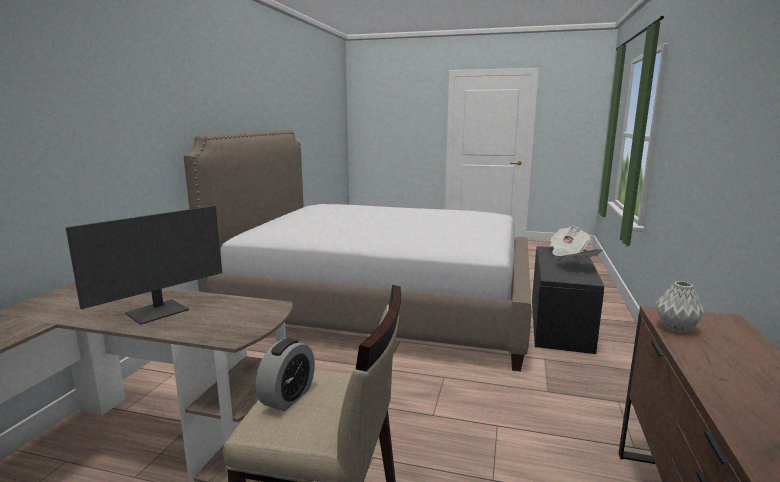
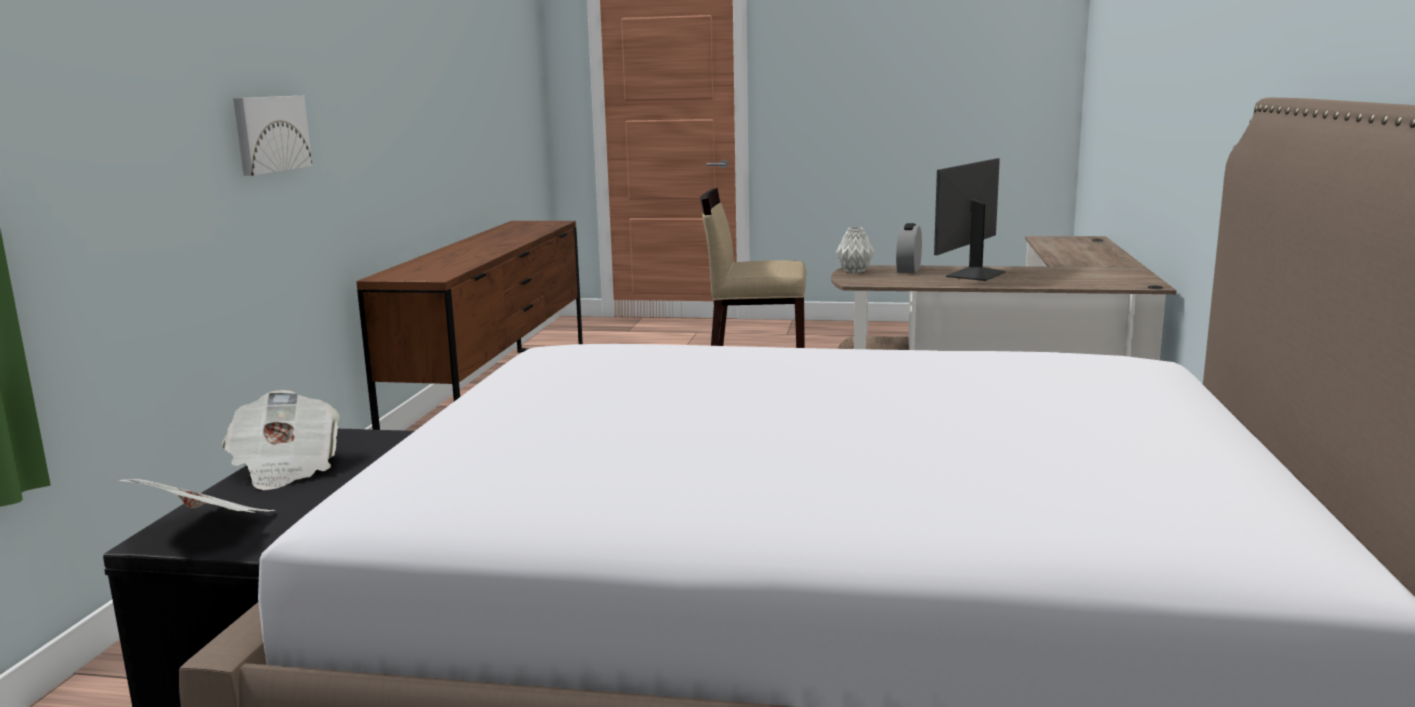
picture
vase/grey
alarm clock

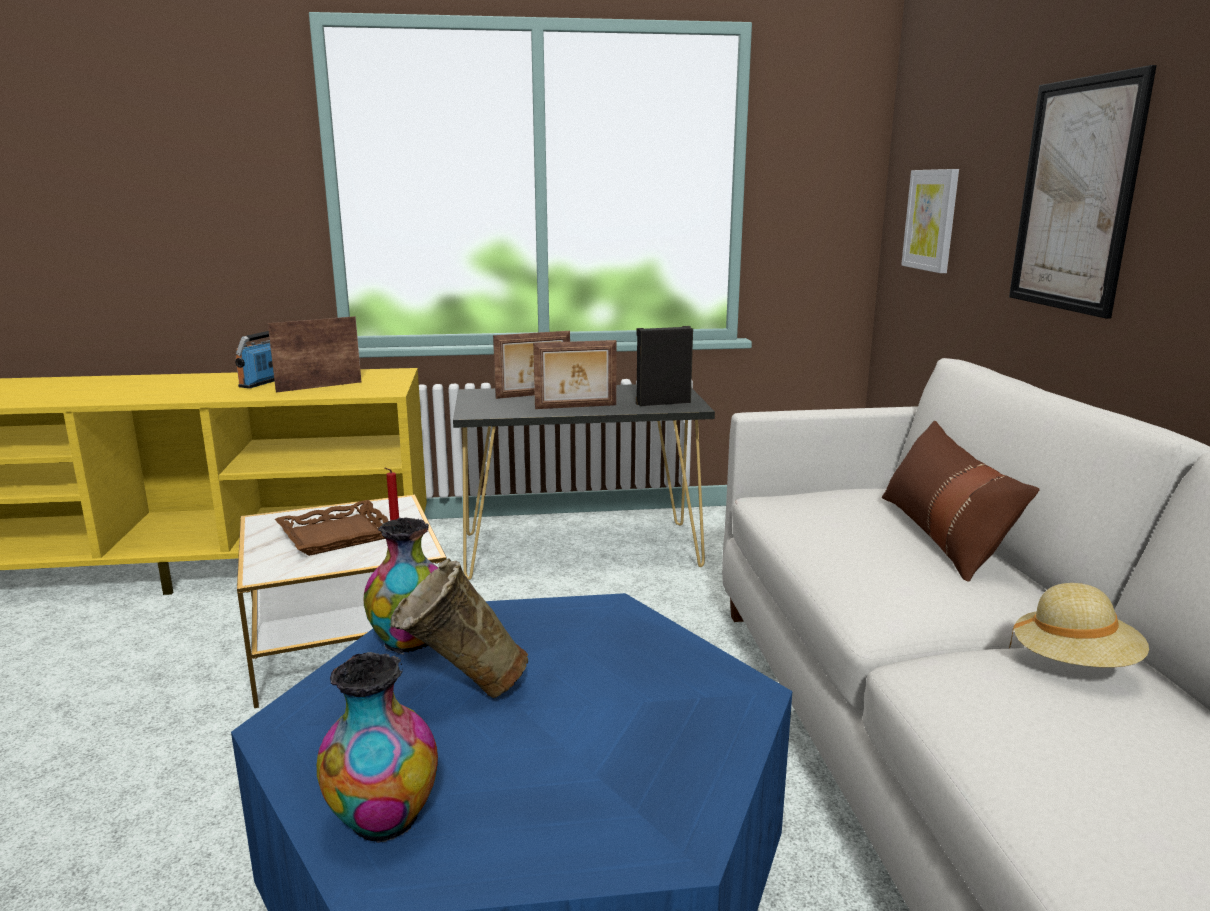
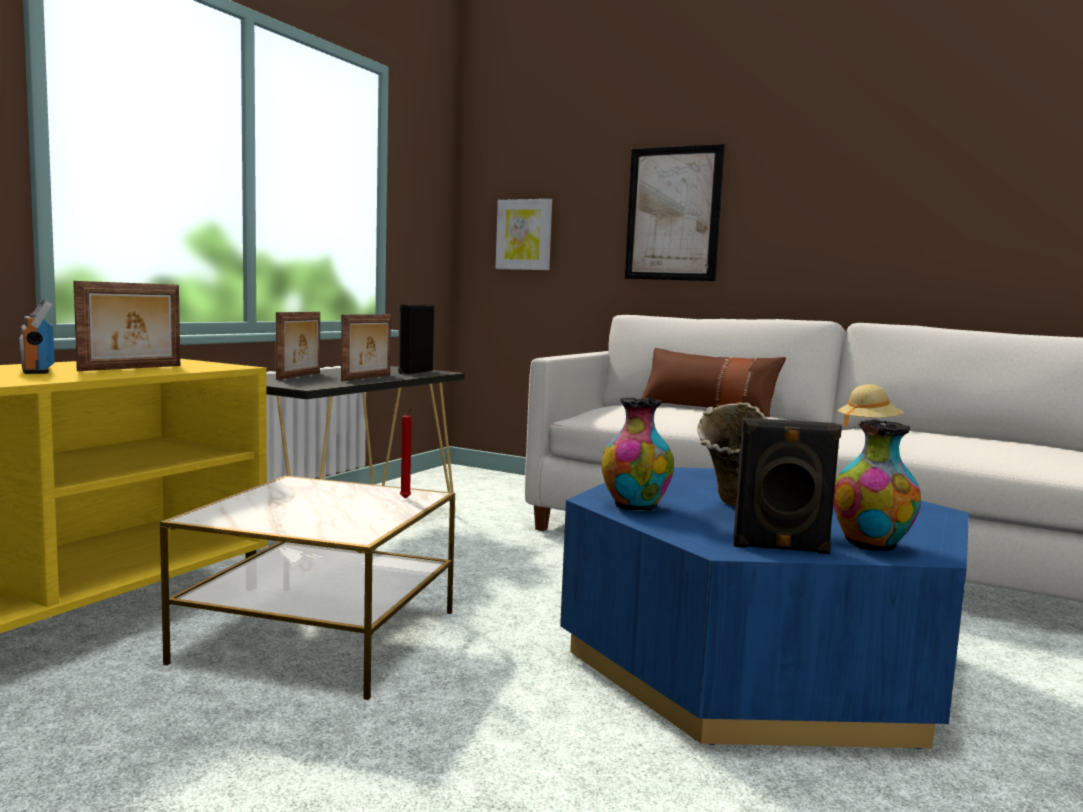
picture frame (no. 1 from left)
speaker/black (no. 2 from left)
tray/brown

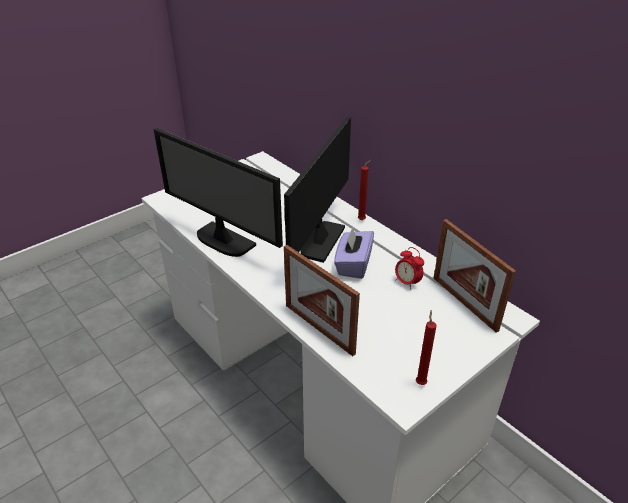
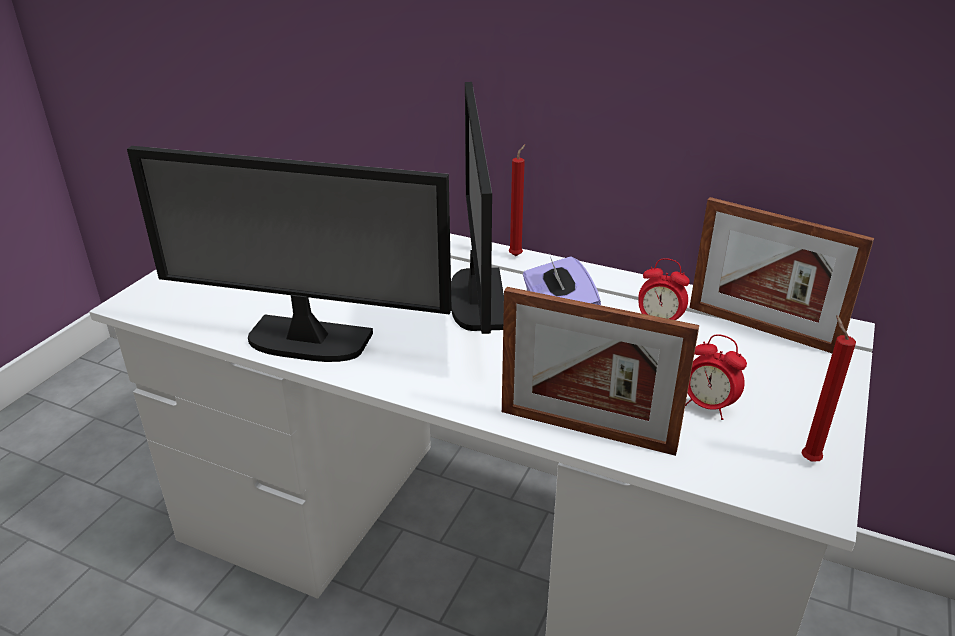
alarm clock (no. 2 from left)

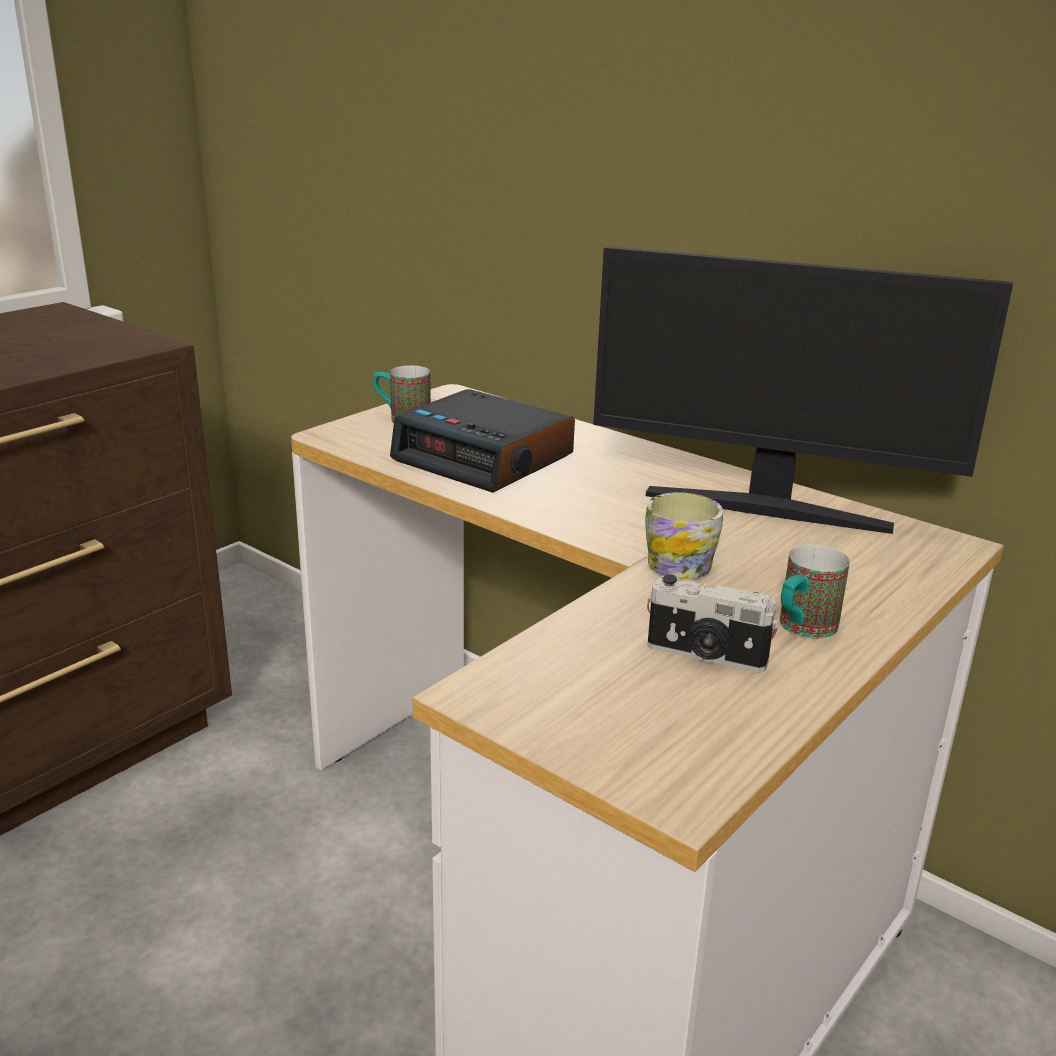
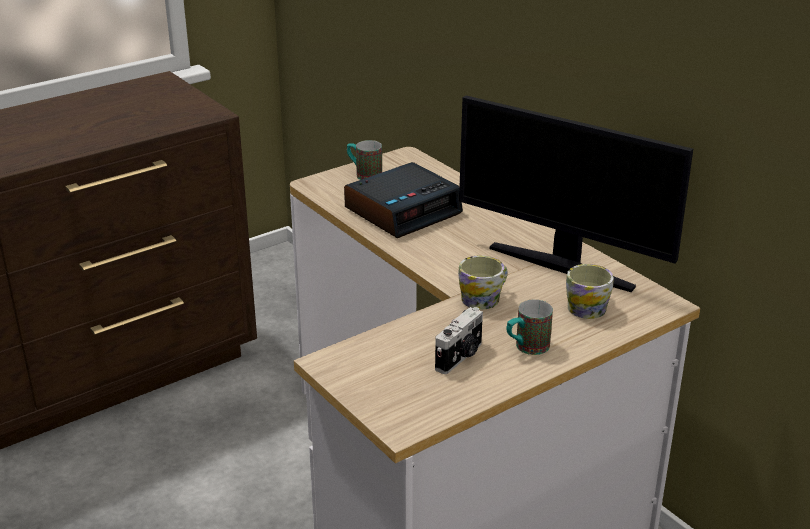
alarm clock
photo camera
mug (no. 4 from left)

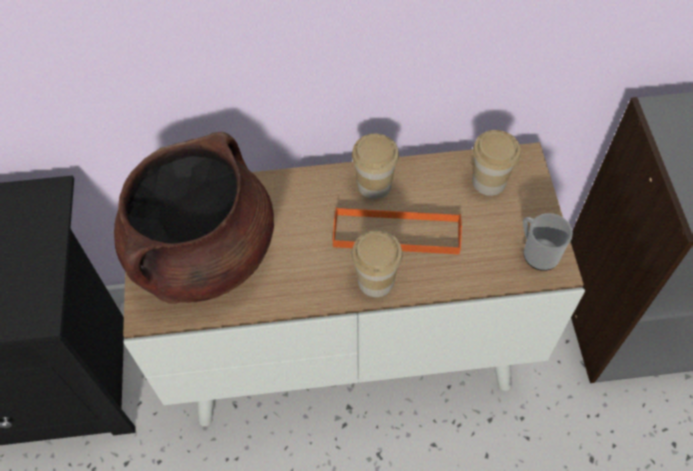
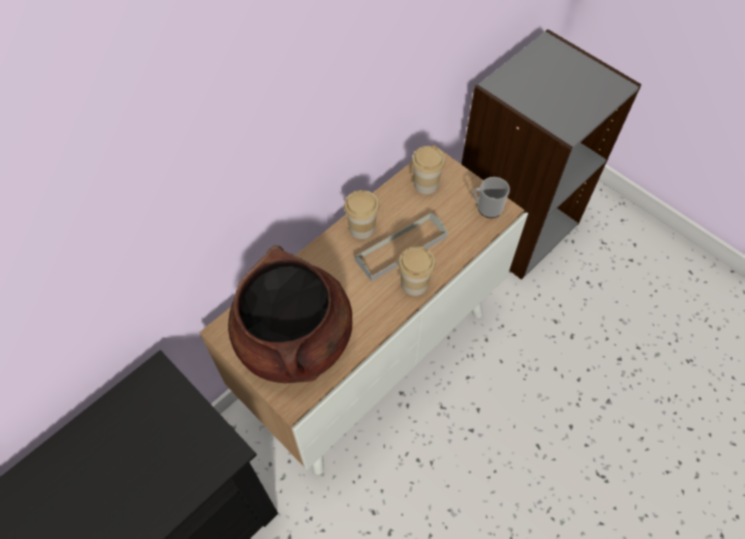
tray/grey

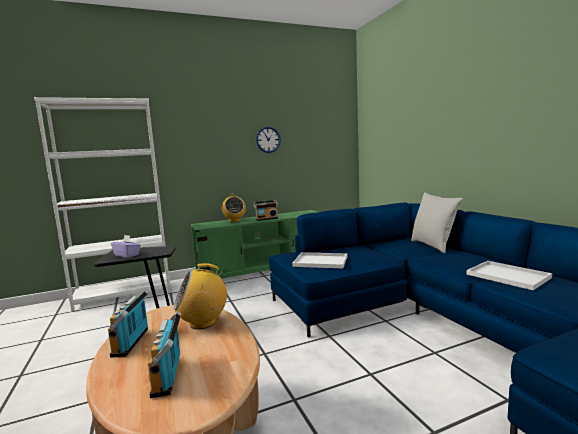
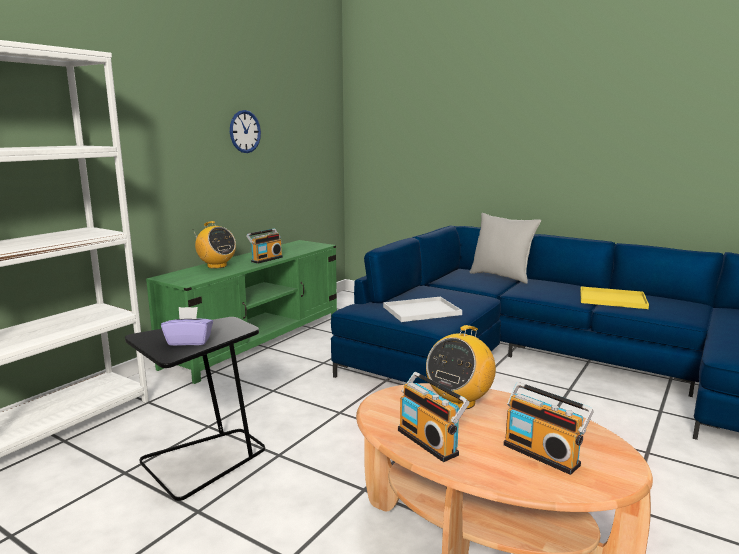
tray/yellow

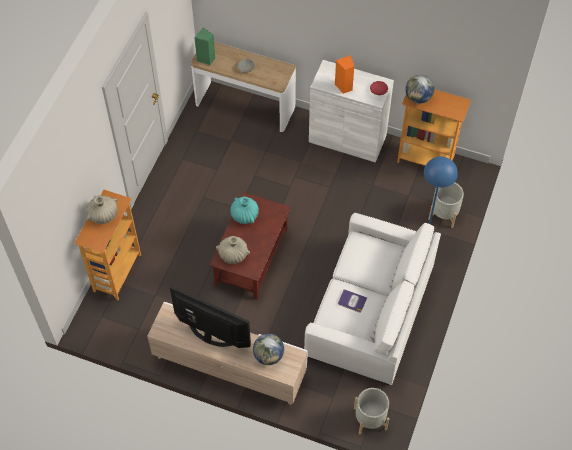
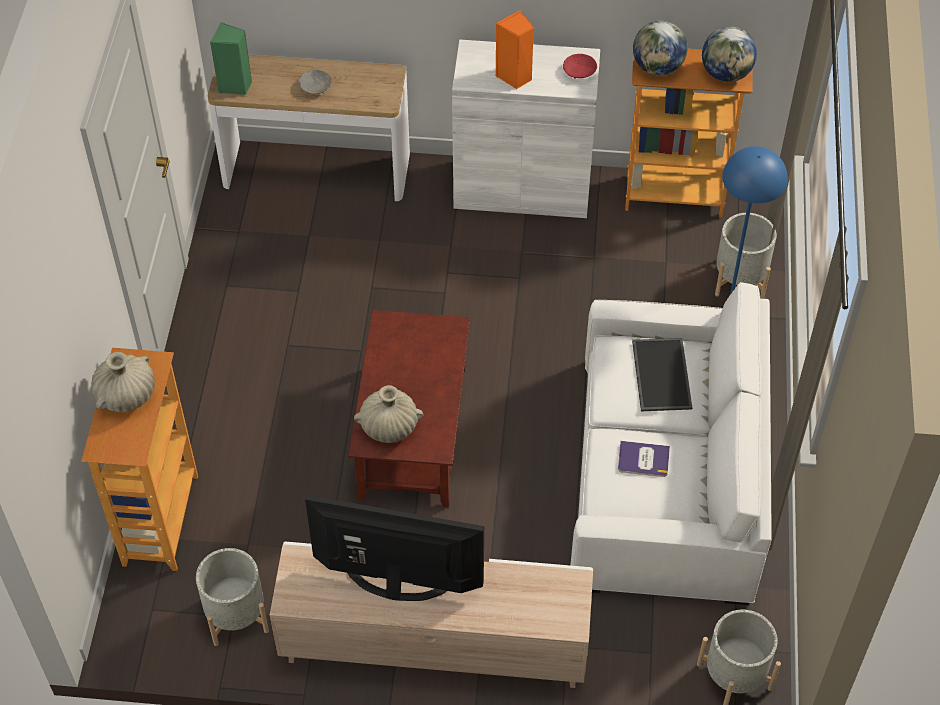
planter/grey (no. 1 from left)
tray
globe (no. 2 from left)
vase/turquoise

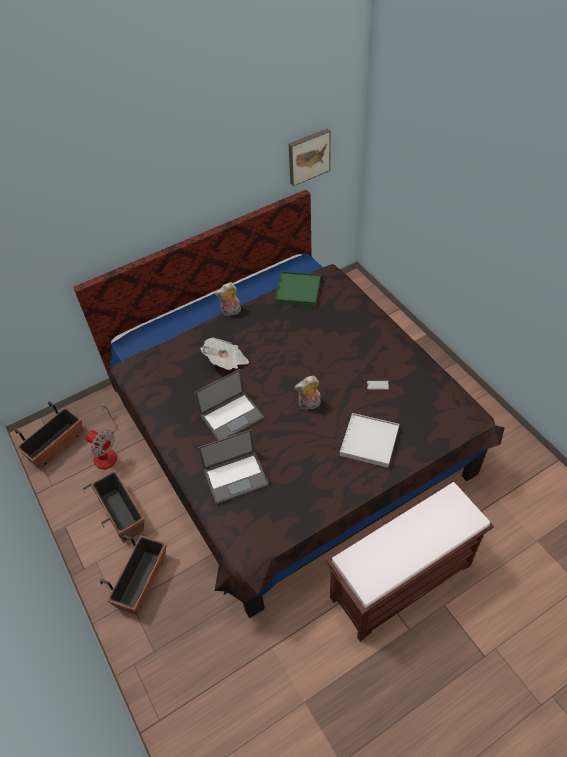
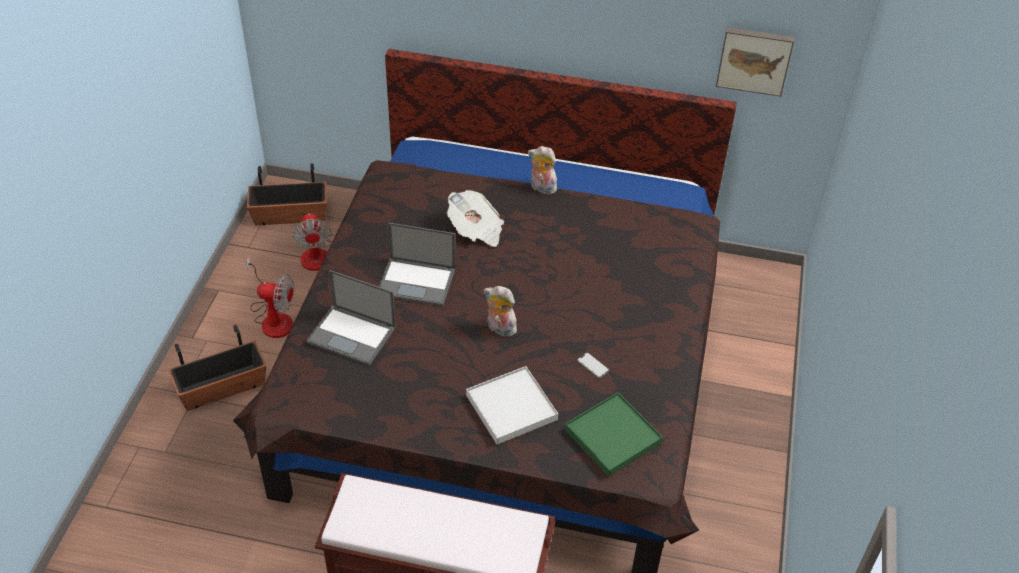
fan (no. 1 from left)
tray/green

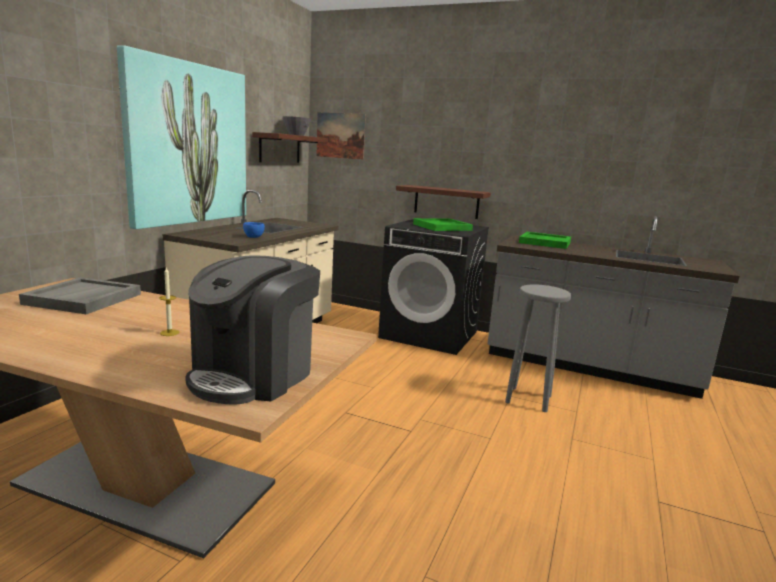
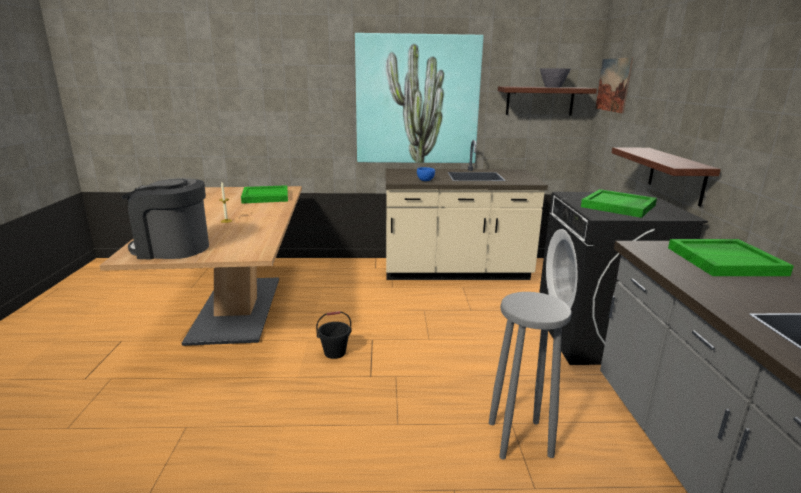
tray/green (no. 1 from left)
bucket/black

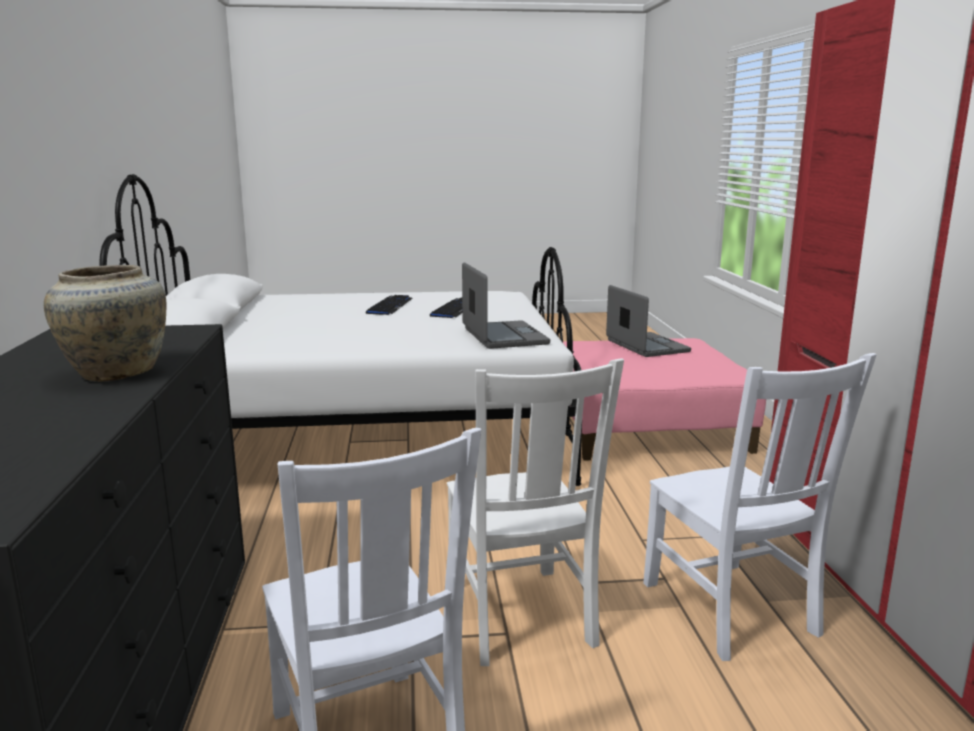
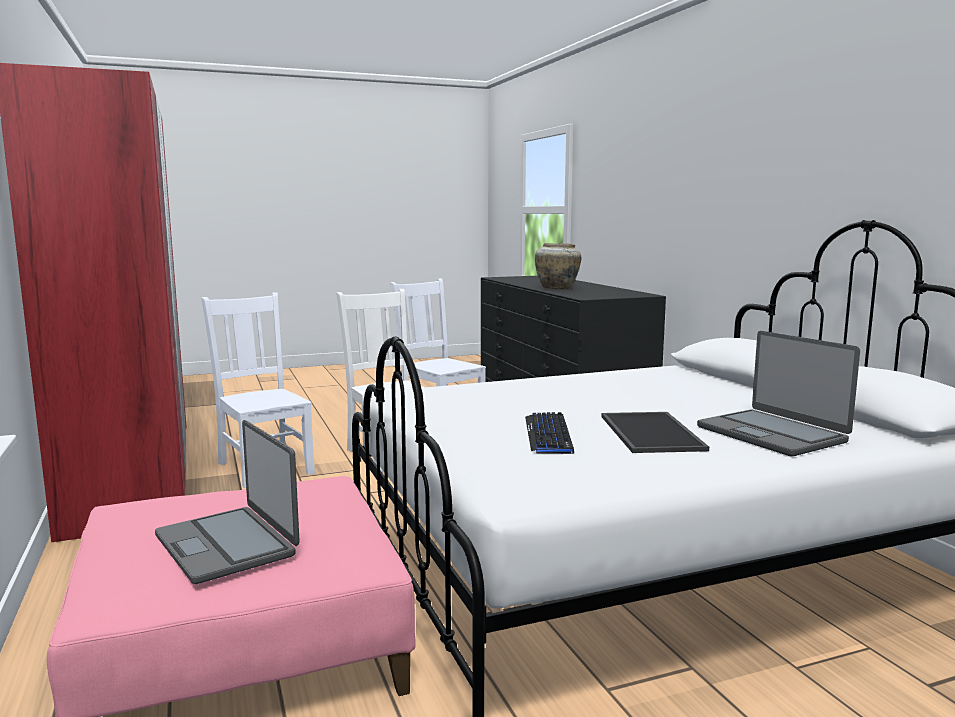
tray
laptop (no. 2 from left)

